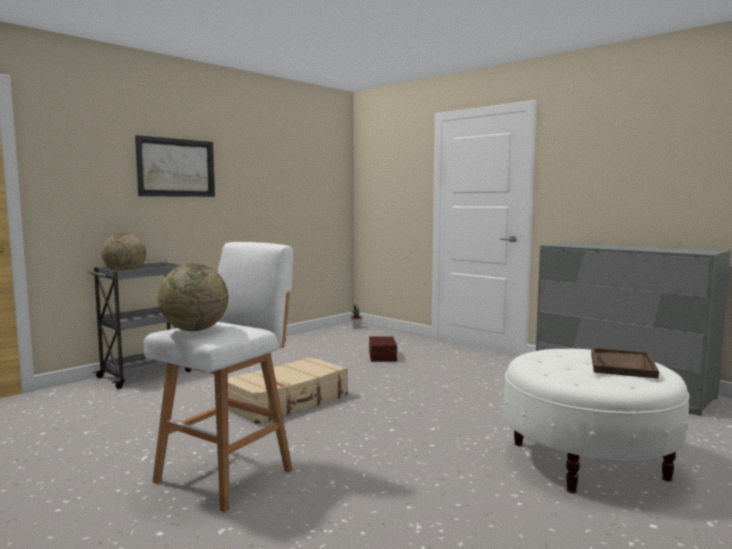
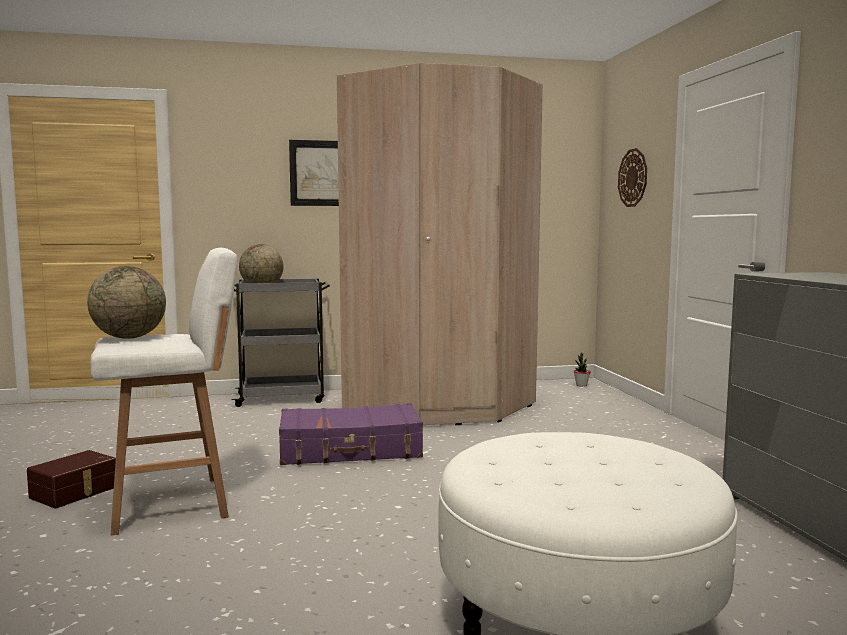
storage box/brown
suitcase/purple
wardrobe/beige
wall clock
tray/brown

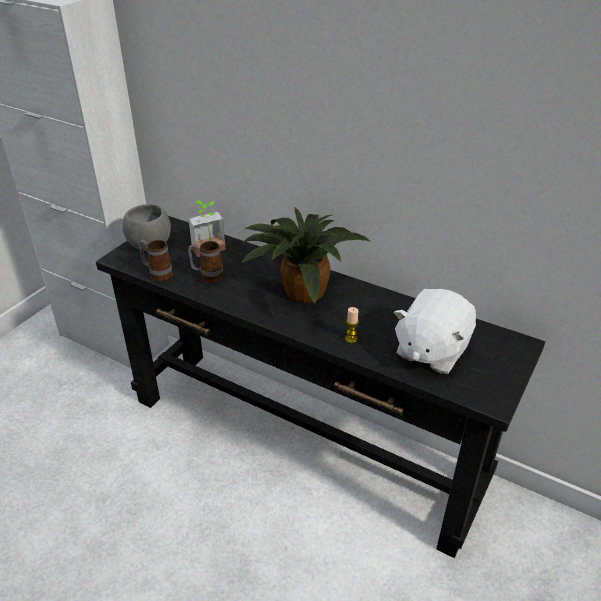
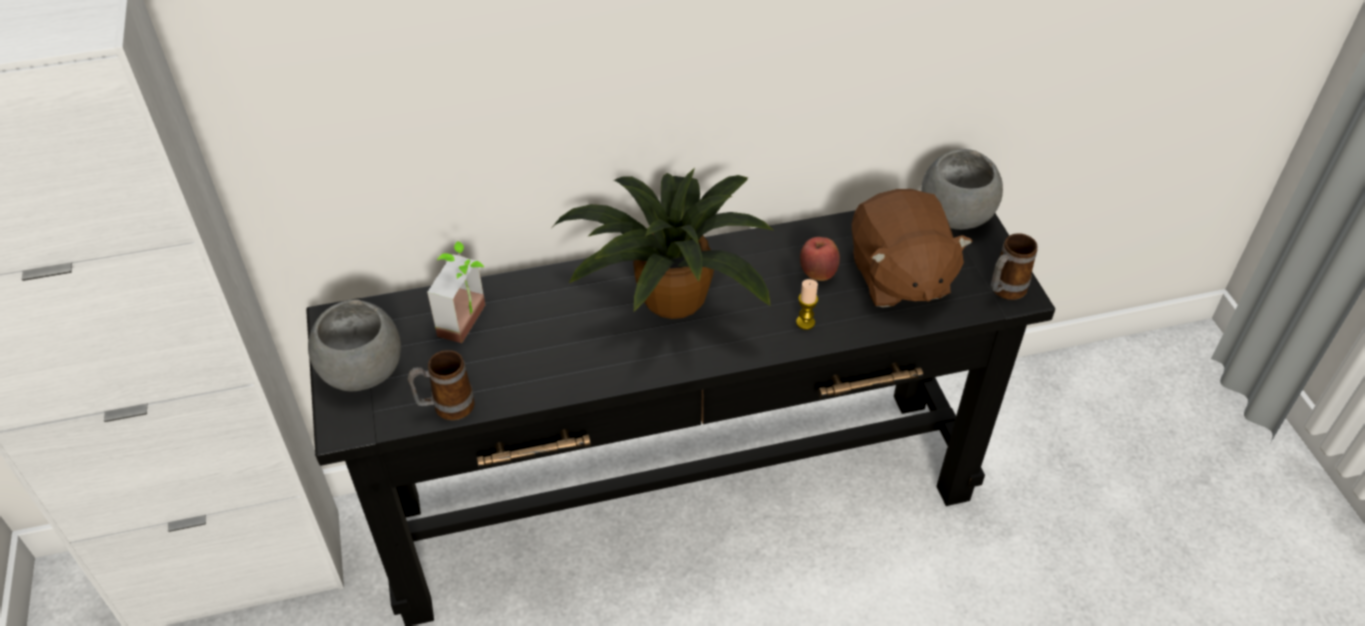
apple
plush toy/brown
bowl/grey (no. 2 from left)
mug (no. 2 from left)

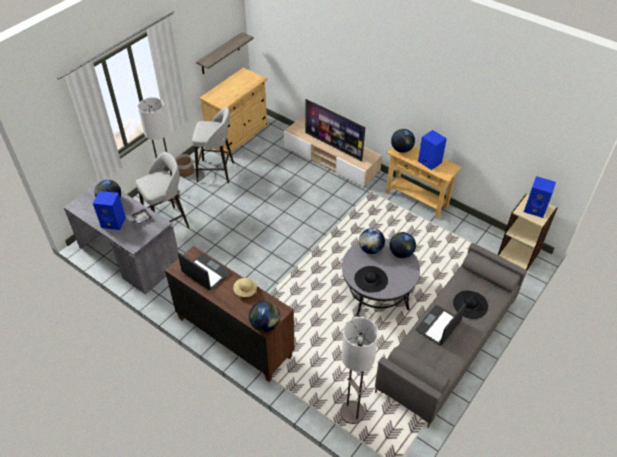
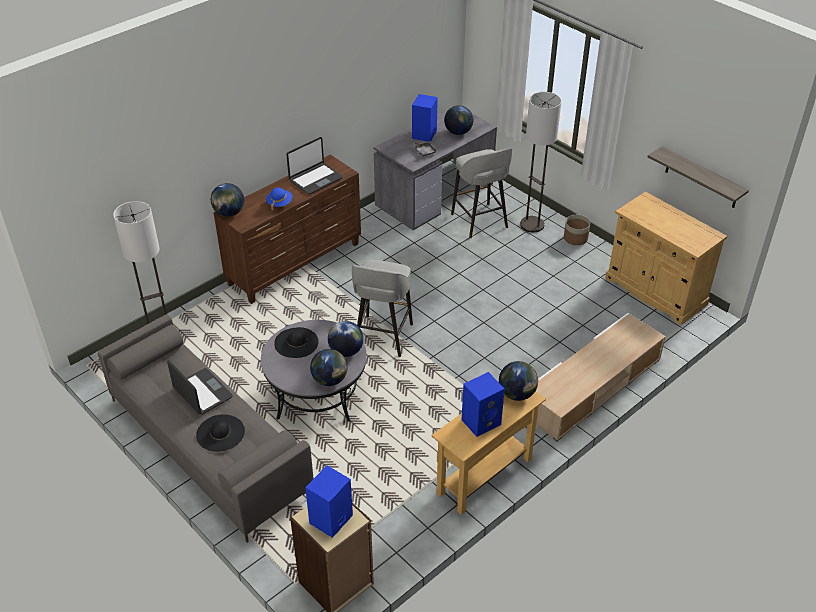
hat/blue
stool/grey (no. 1 from left)
television

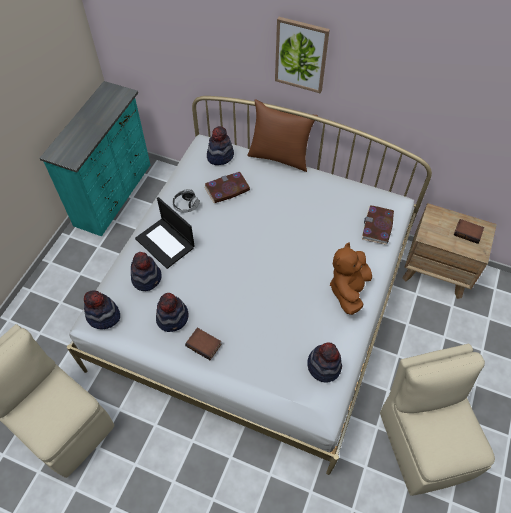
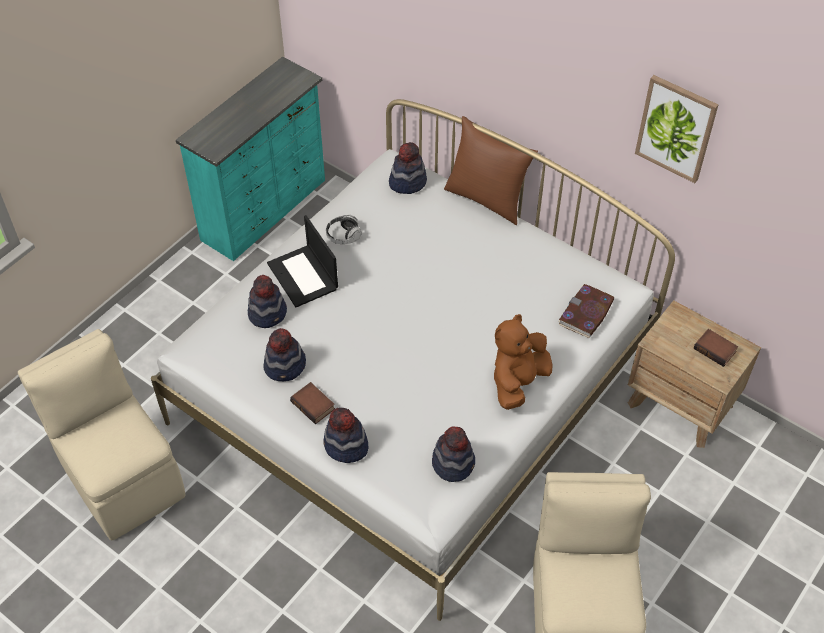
hat (no. 3 from left)
picture
book (no. 2 from left in the first image)

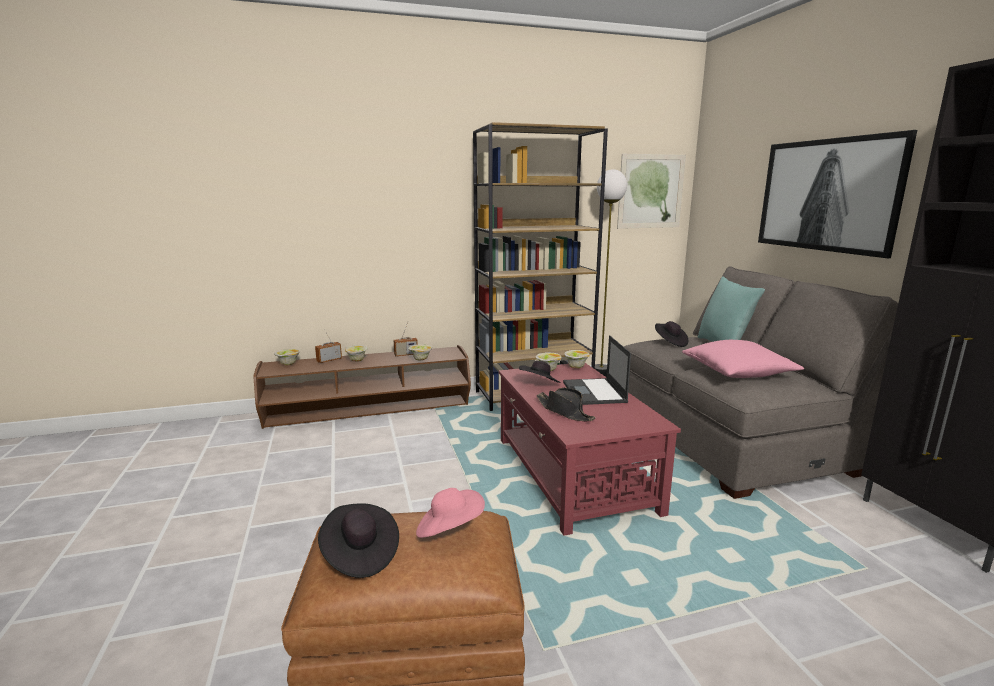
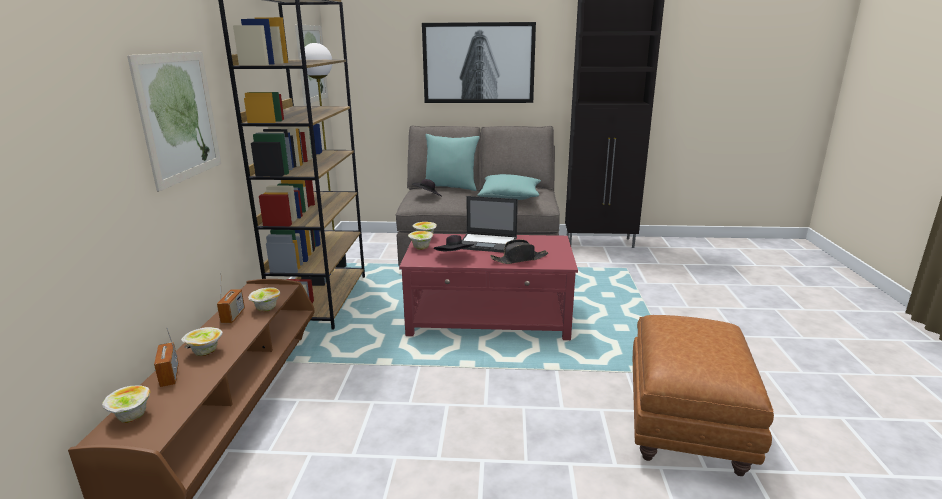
picture (no. 1 from left)
pillow/turquoise (no. 2 from left)
hat/black (no. 1 from left in the first image)
hat/pink

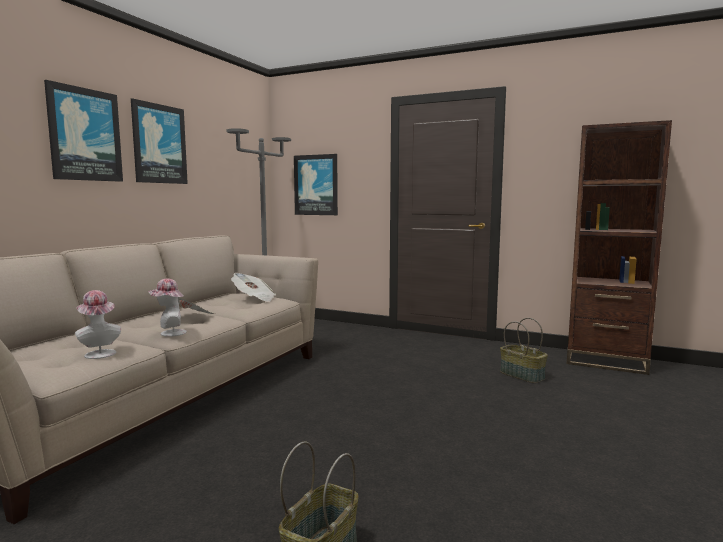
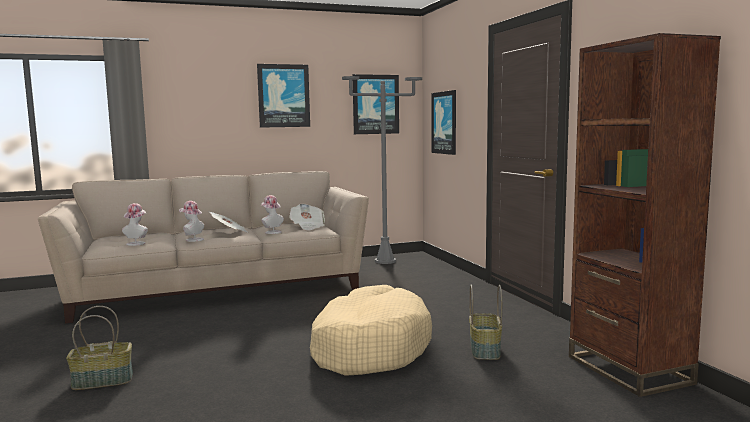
hat (no. 3 from left)
dog bed/beige
picture (no. 2 from left)

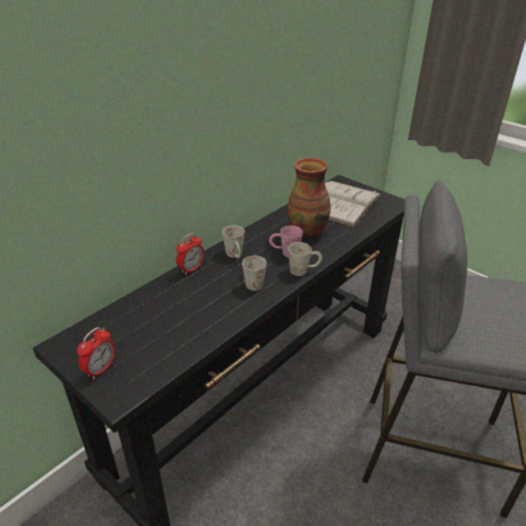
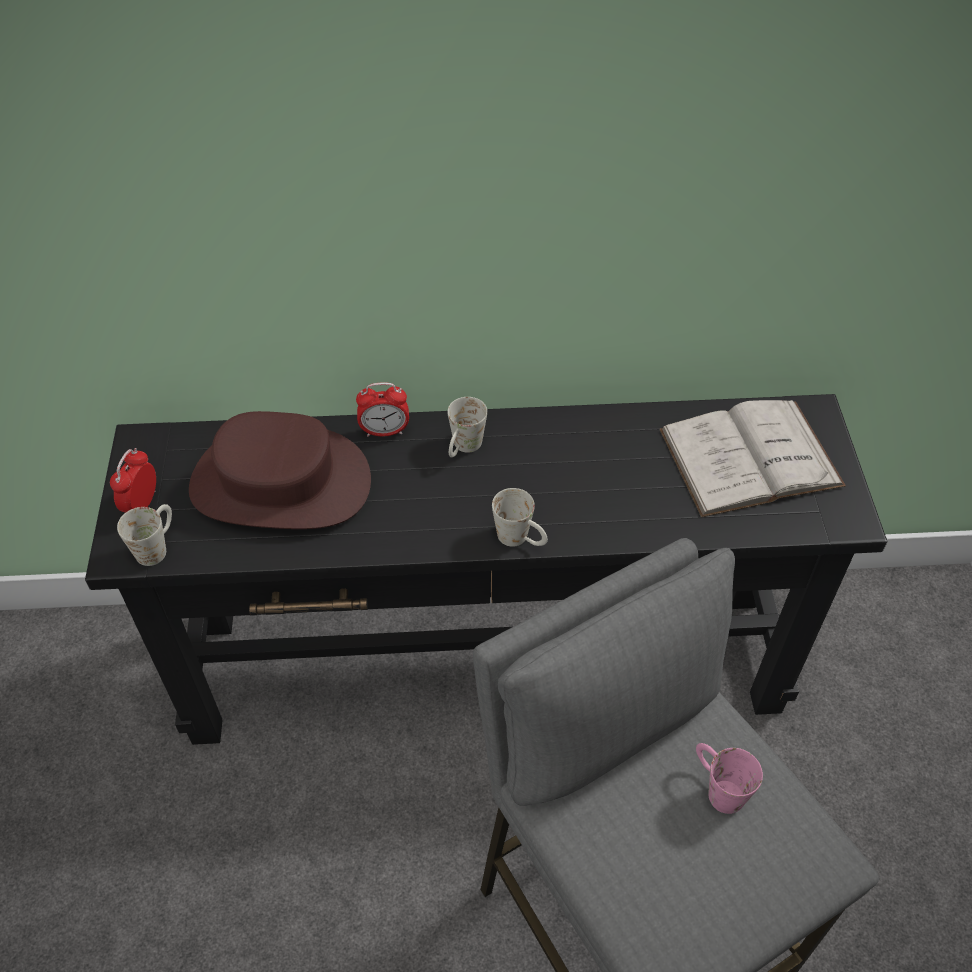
alarm clock (no. 1 from left)
mug/white (no. 1 from left)
hat/brown
mug/pink
vase

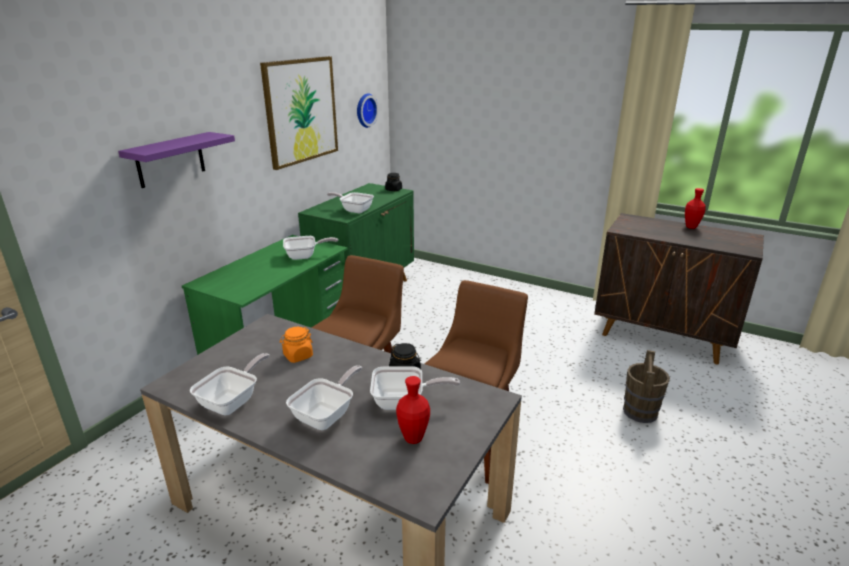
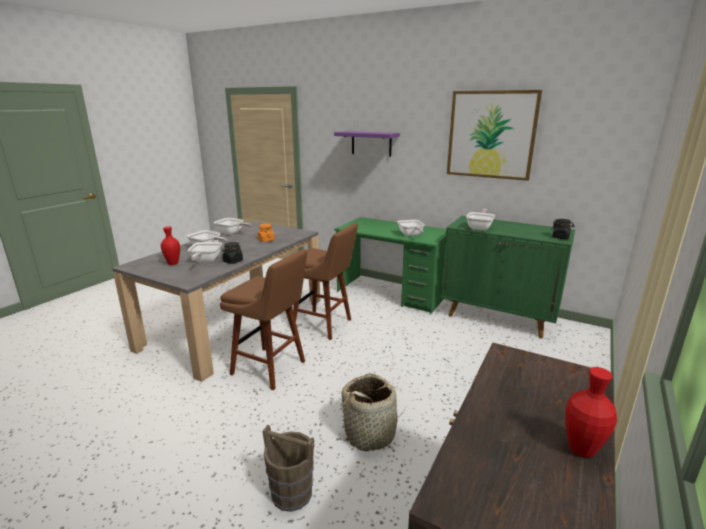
basket
wall clock

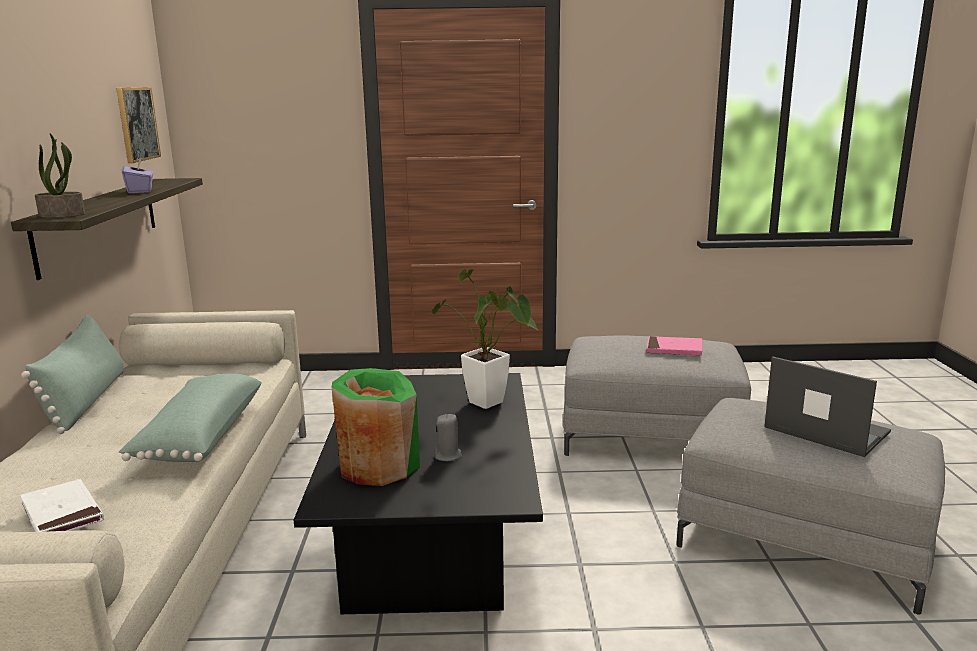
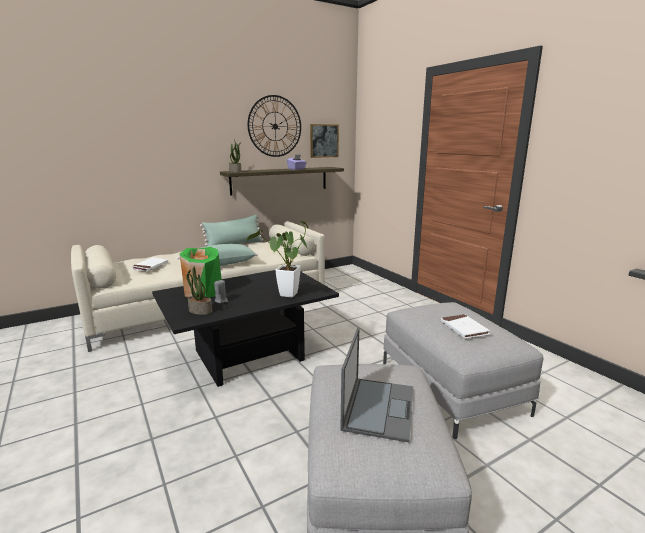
potted plant (no. 1 from left)
wall clock
book/white (no. 2 from left)

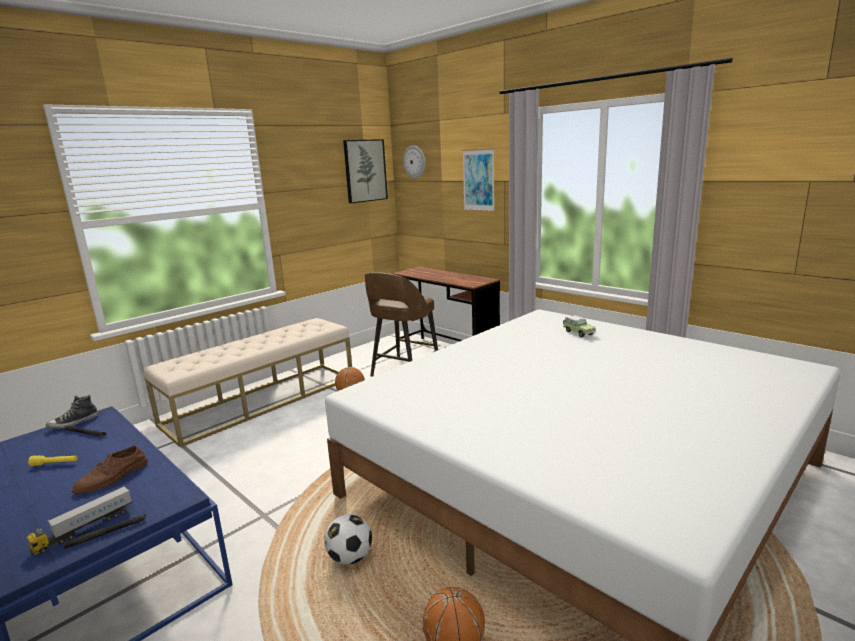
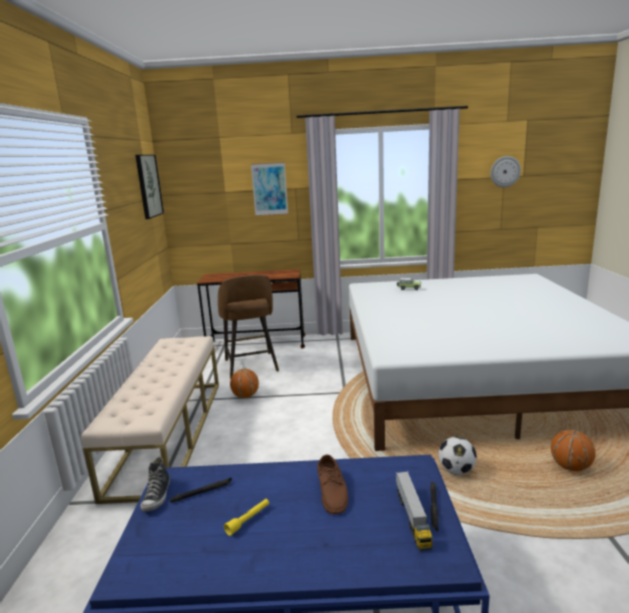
wall clock

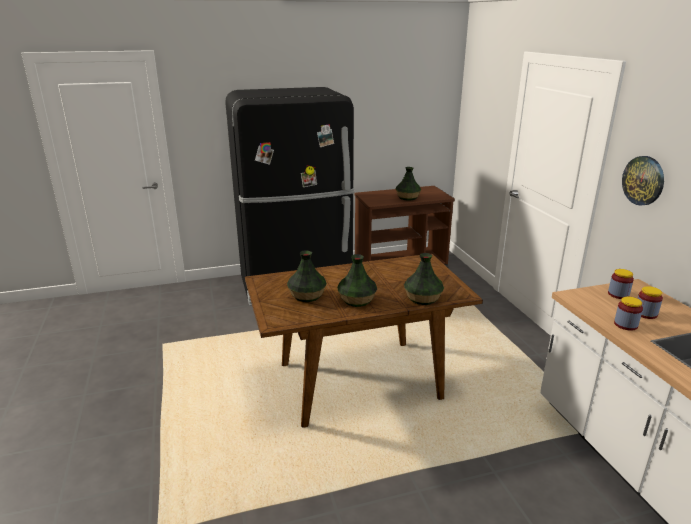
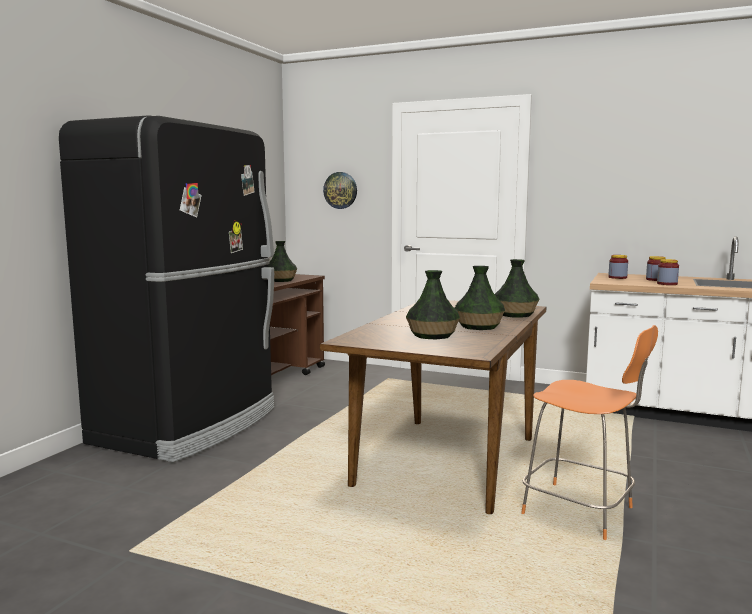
wall clock
chair/orange

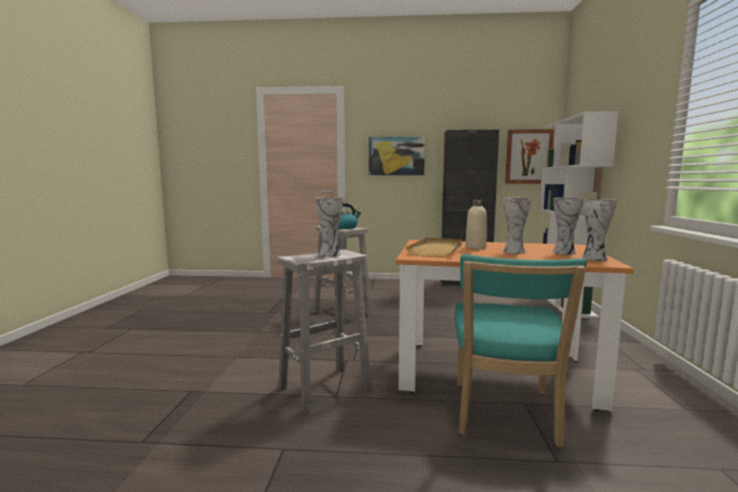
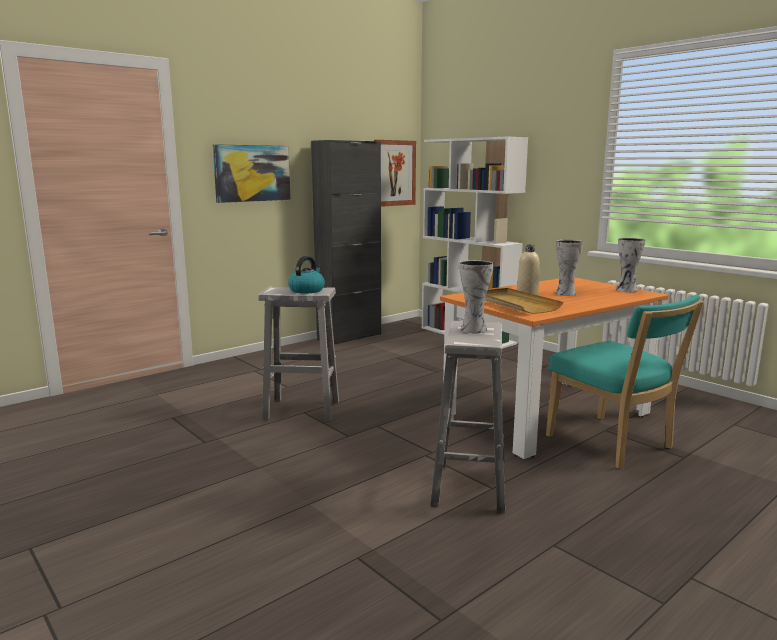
vase (no. 3 from left in the first image)

